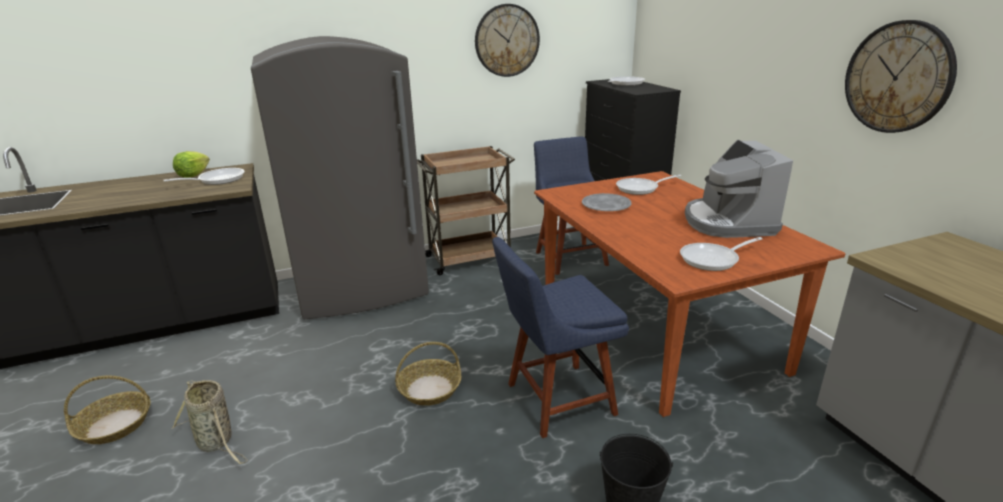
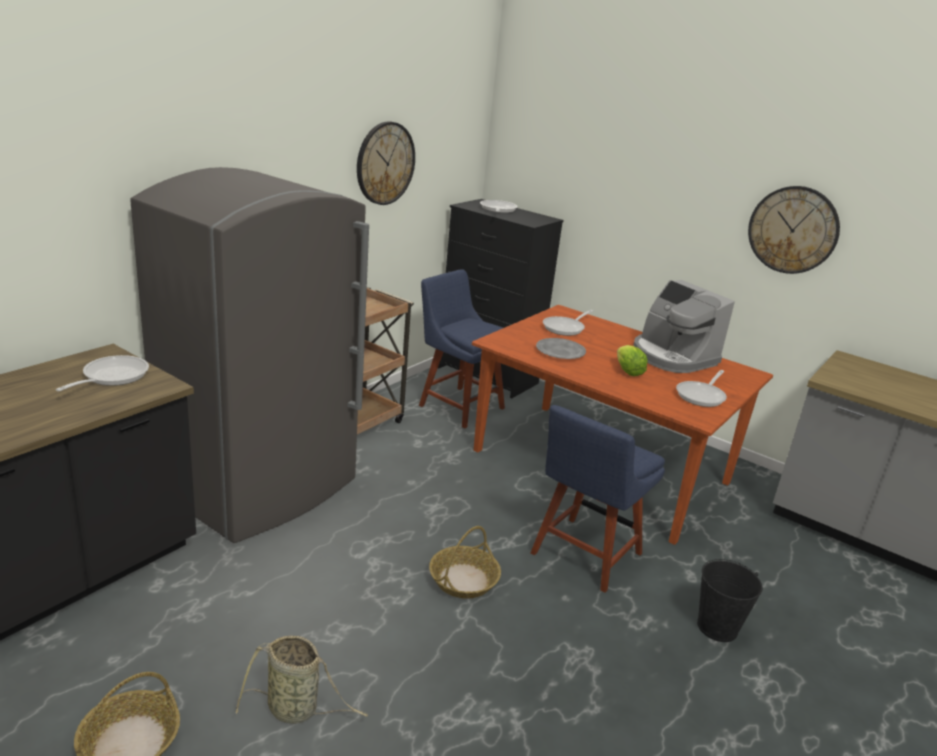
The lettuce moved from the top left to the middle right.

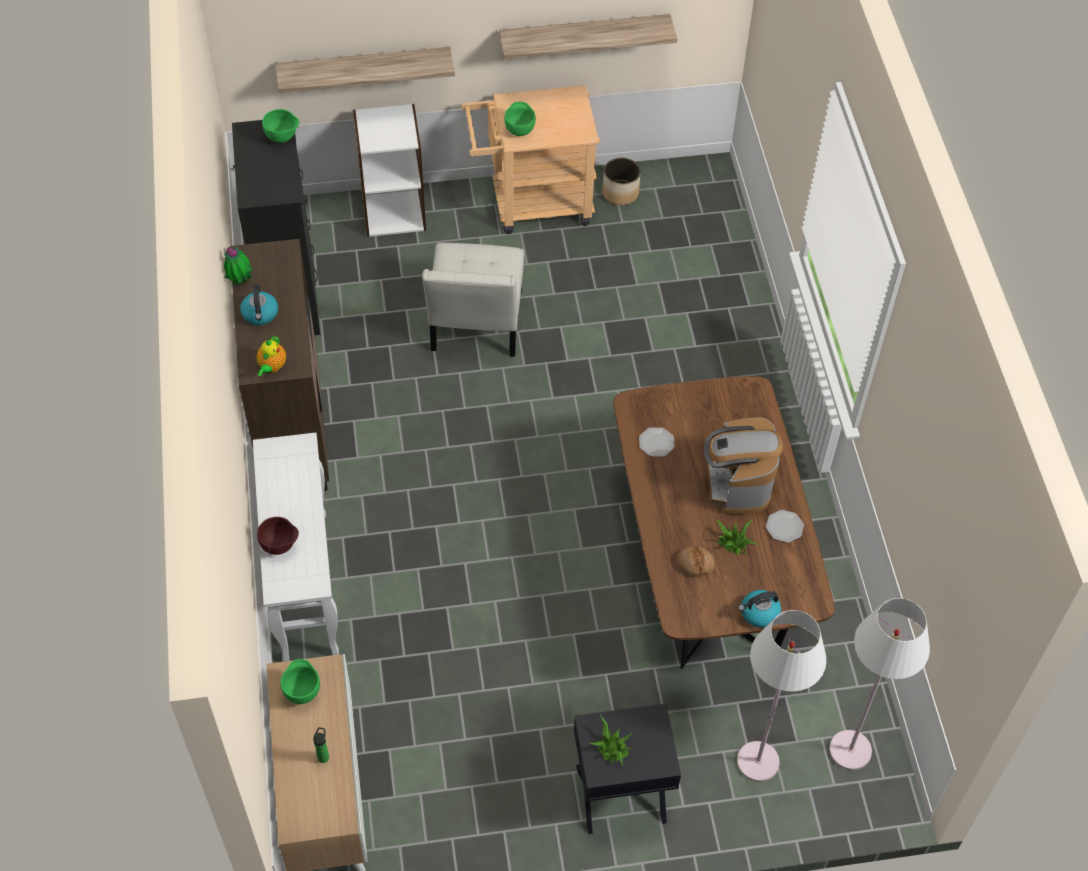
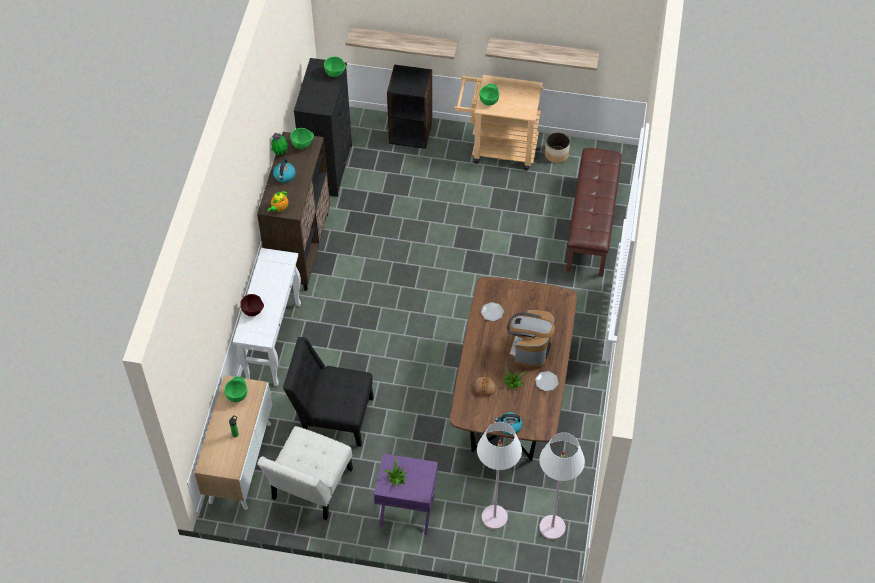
The white bookcase at the top centre became the black bookcase at the top centre. The white chair moved from the centre to the bottom centre. The black nightstand at the bottom centre became the purple nightstand at the bottom centre. The green bowl (2nd from left) at the top centre appeared. The brown bench at the middle right appeared. The black chair at the bottom centre appeared.

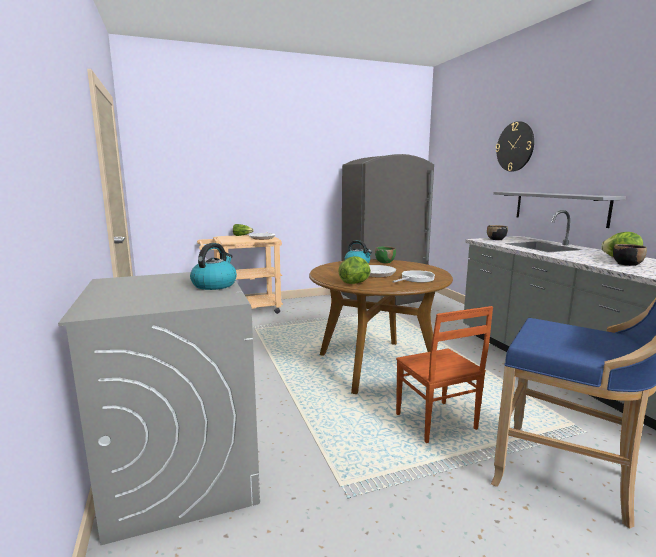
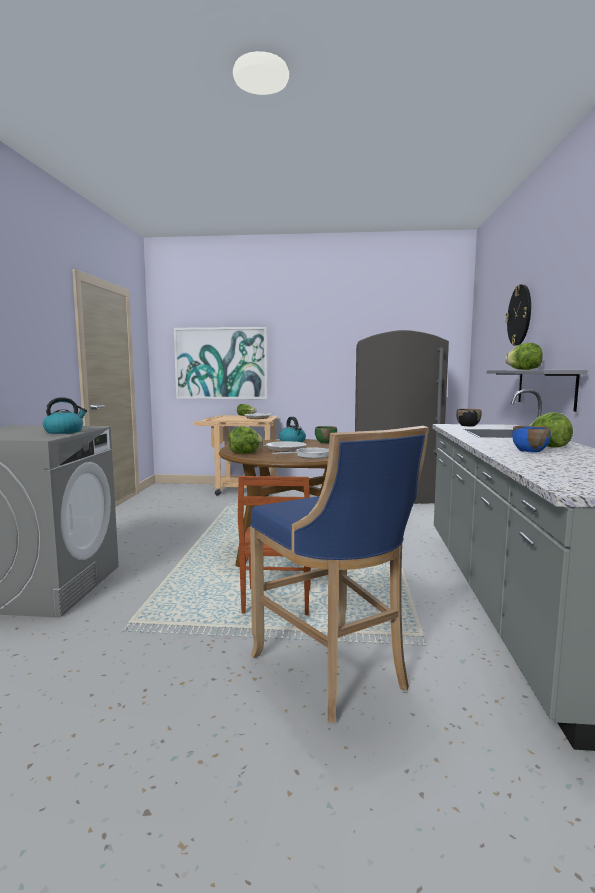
The black bowl (2nd from left) at the middle right became the blue bowl at the middle right. The picture at the centre appeared. The lettuce (3rd from left) at the middle right appeared.

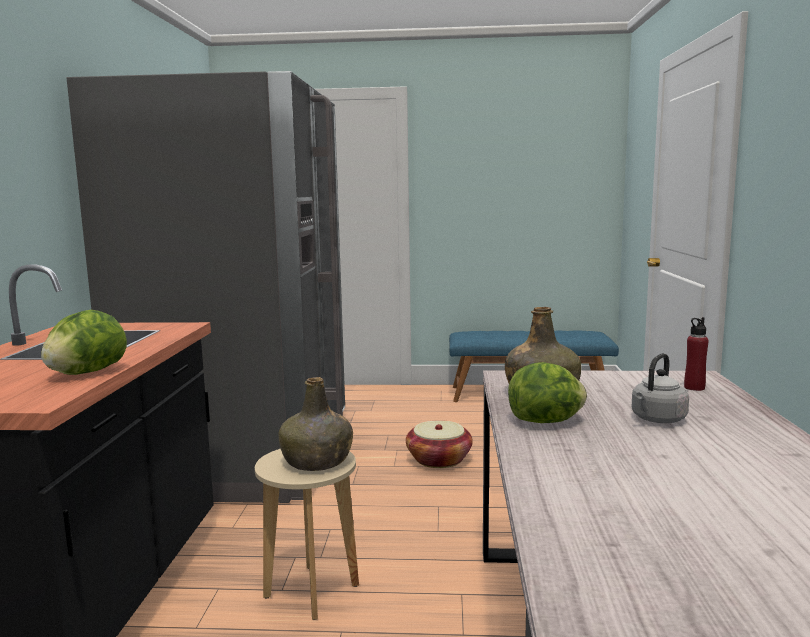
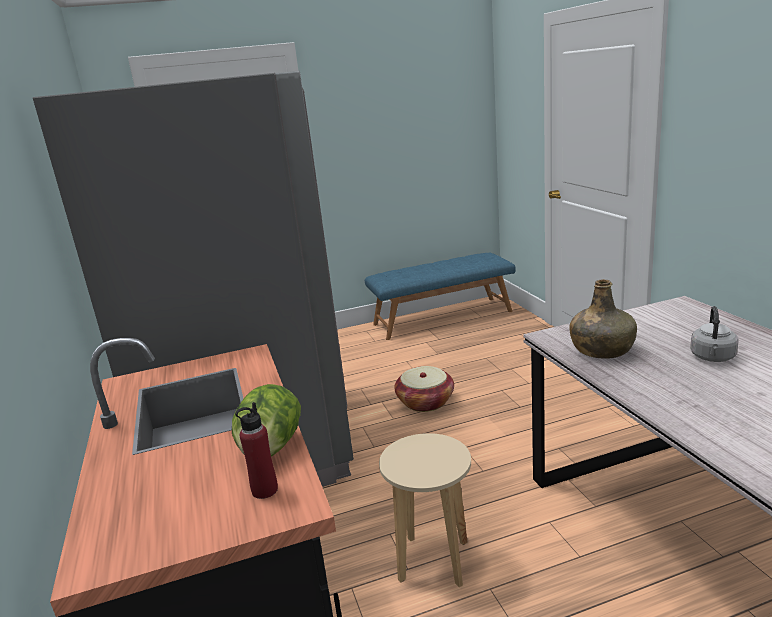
The red bottle moved from the middle right to the bottom left. The lettuce (2nd from left) at the middle right disappeared. The green bottle (1st from left) at the centre disappeared.

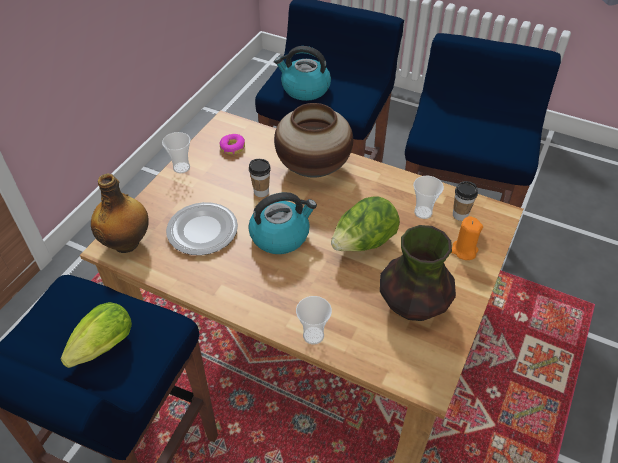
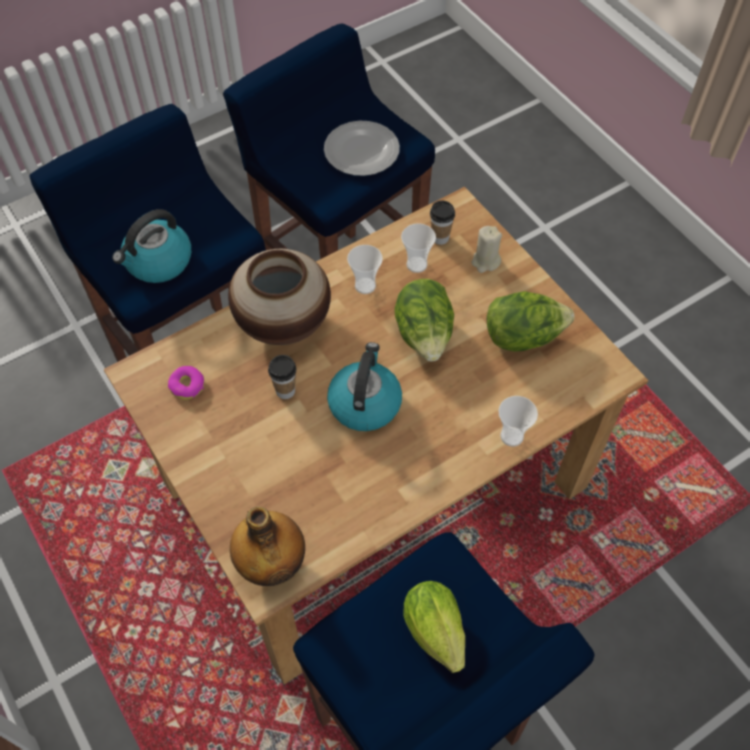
The cup (1st from left in the first image) moved from the top left to the centre. The plate moved from the middle left to the top centre. The orange candle at the middle right became the beige candle at the top centre. The vase (2nd from left) at the middle right was replaced by the lettuce (3rd from left) at the middle right.

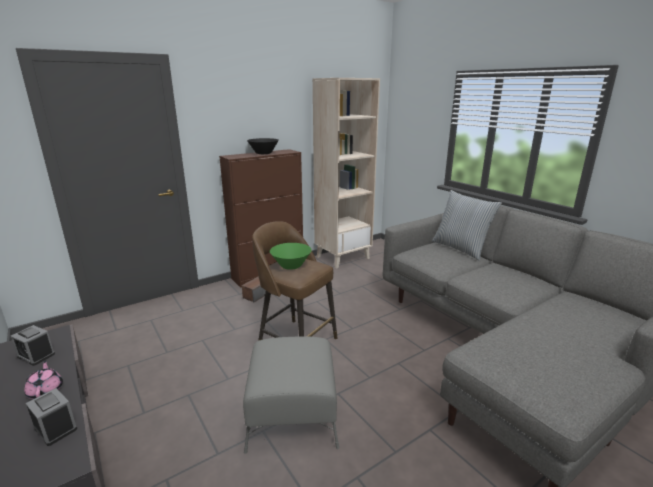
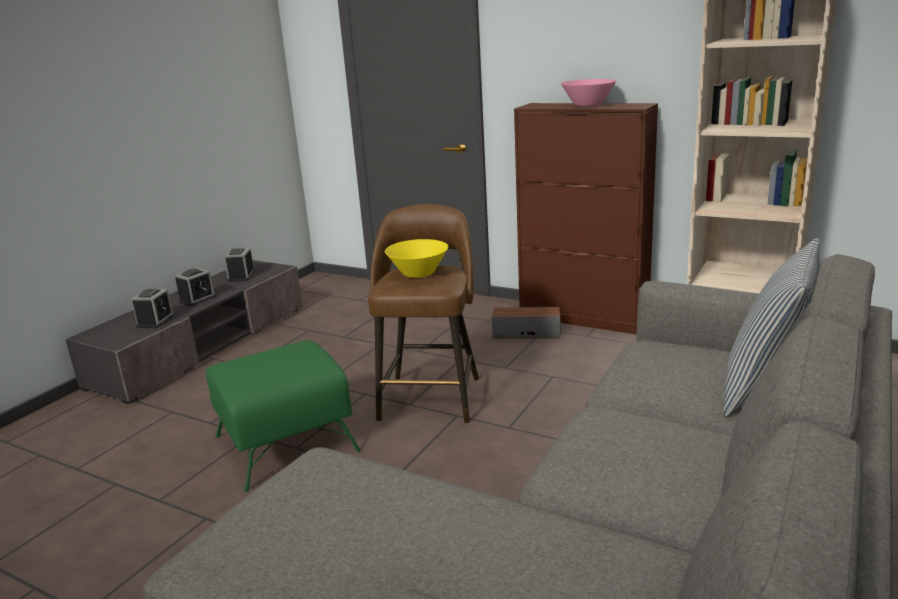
The black bowl at the top centre became the pink bowl at the top centre. The green bowl at the centre became the yellow bowl at the centre. The grey ottoman at the bottom centre became the green ottoman at the bottom left. The pink teapot at the bottom left was replaced by the alarm clock (2nd from left) at the middle left.

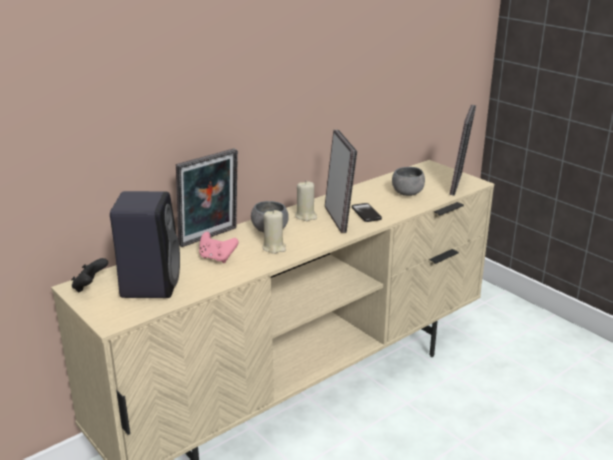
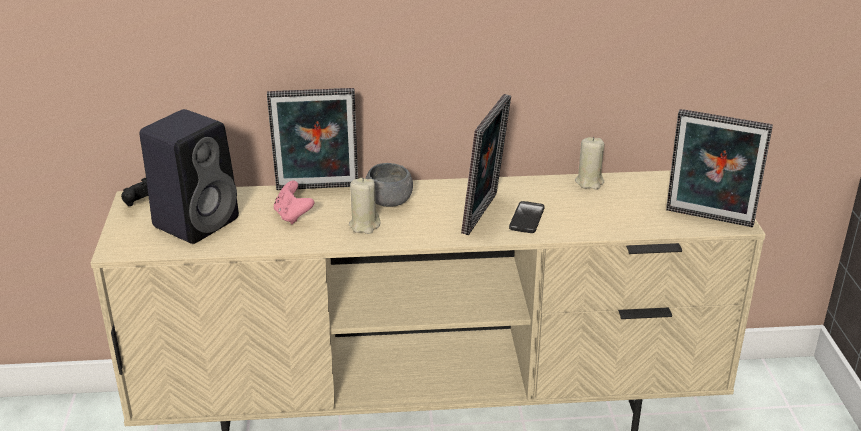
The picture frame (3rd from left) at the top right turned 60 degrees clockwise. The grey bowl (2nd from left) at the centre disappeared. The beige candle (2nd from left) moved from the centre to the middle right.

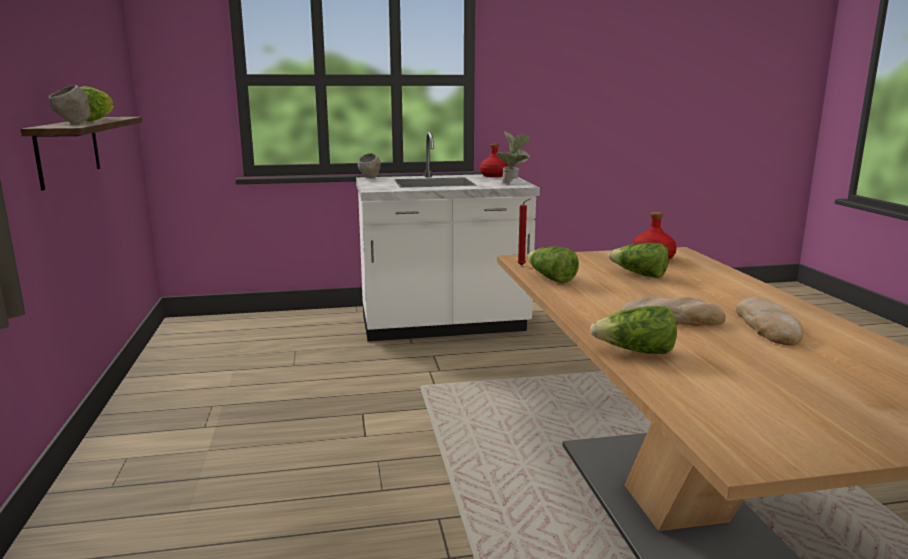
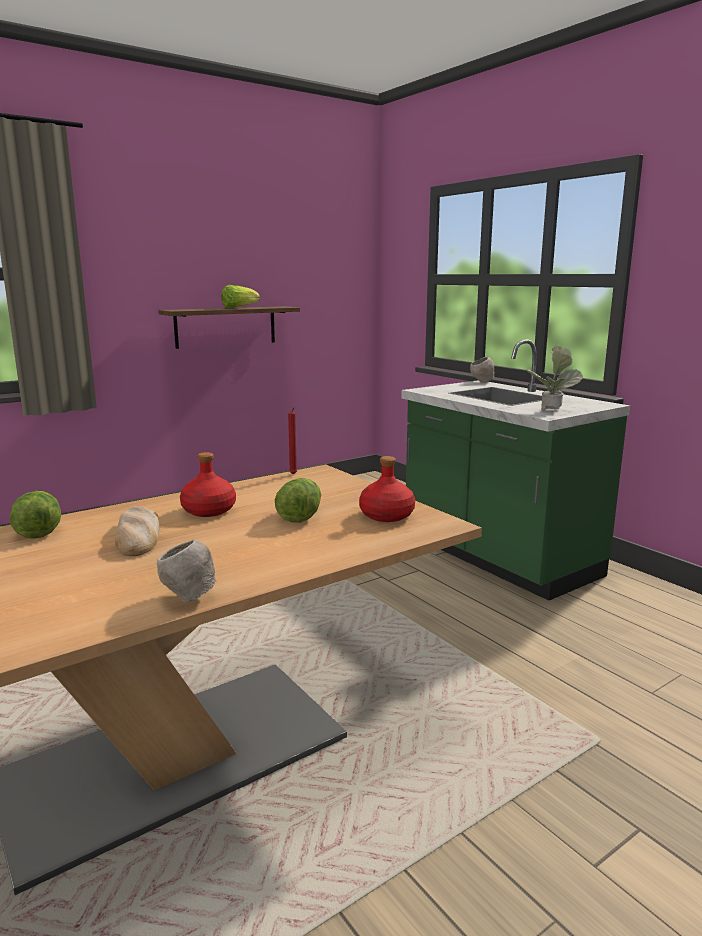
The grey bowl (1st from left) moved from the top left to the middle left. The white counter at the centre became the green counter at the middle right. The red bottle (1st from left) moved from the top centre to the middle left. The lettuce (2nd from left) at the centre disappeared. The bread (2nd from left) at the middle right disappeared.

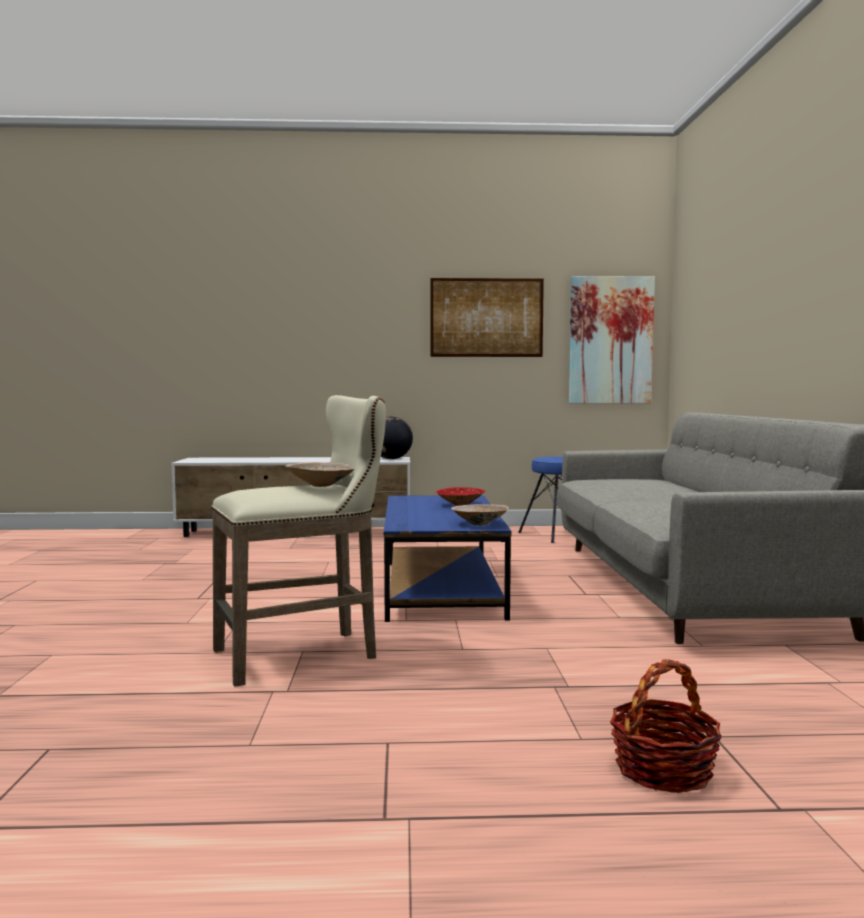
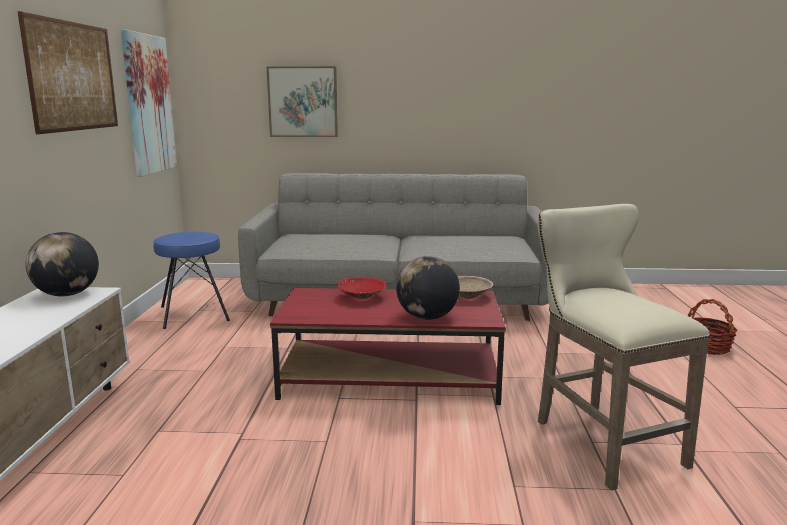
The beige bowl (1st from left) at the centre disappeared. The blue coffee table at the centre became the red coffee table at the centre. The picture (3rd from left) at the top centre appeared. The globe (2nd from left) at the centre appeared.

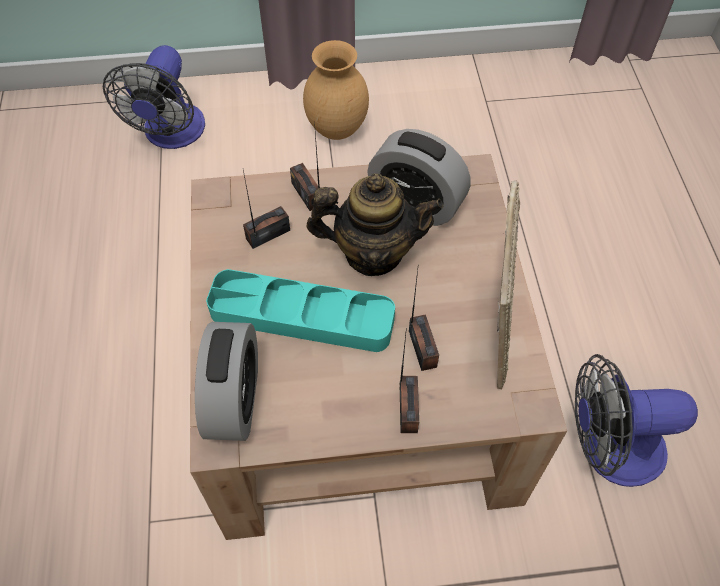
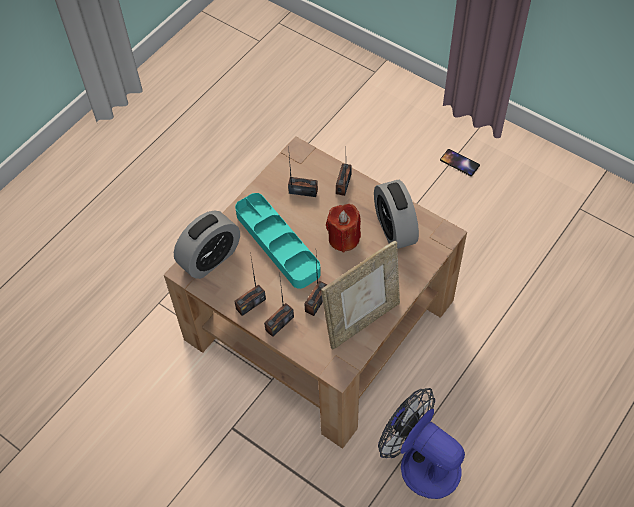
The brown vase at the top centre was replaced by the phone at the top right. The fan (1st from left) at the top left disappeared. The teapot at the centre was replaced by the red candle at the centre. The radio (1st from left) at the centre appeared.

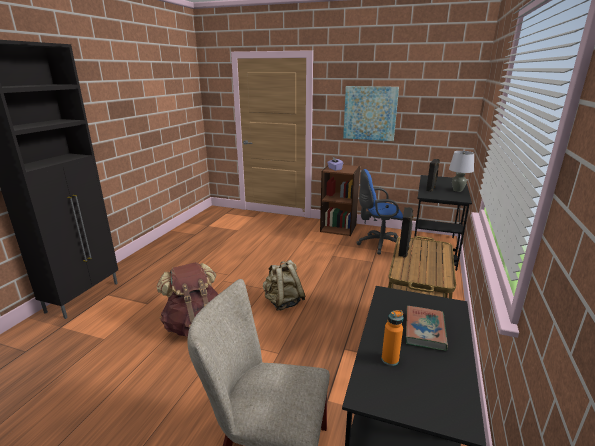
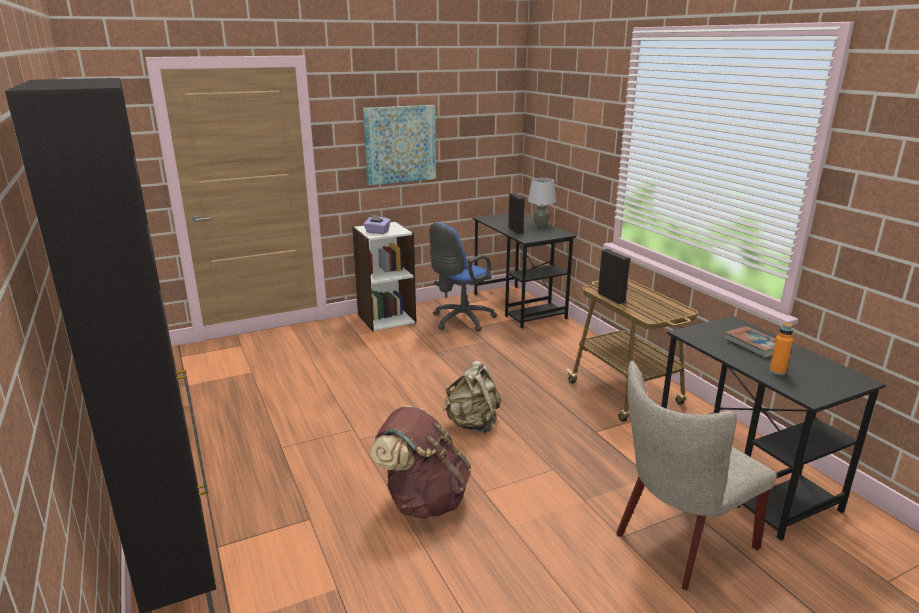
The brown bookcase at the centre became the white bookcase at the centre.

